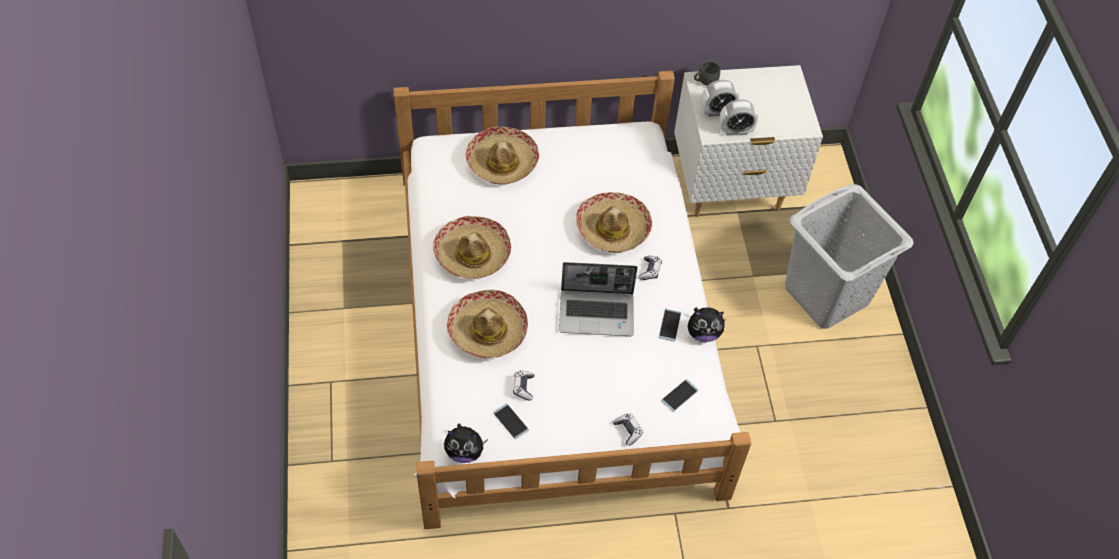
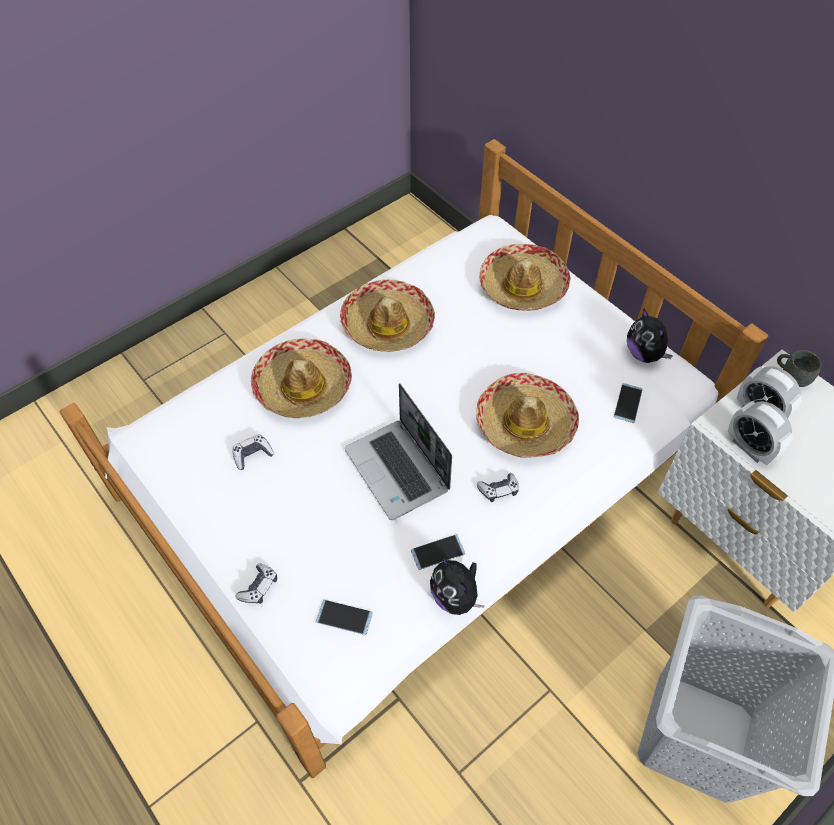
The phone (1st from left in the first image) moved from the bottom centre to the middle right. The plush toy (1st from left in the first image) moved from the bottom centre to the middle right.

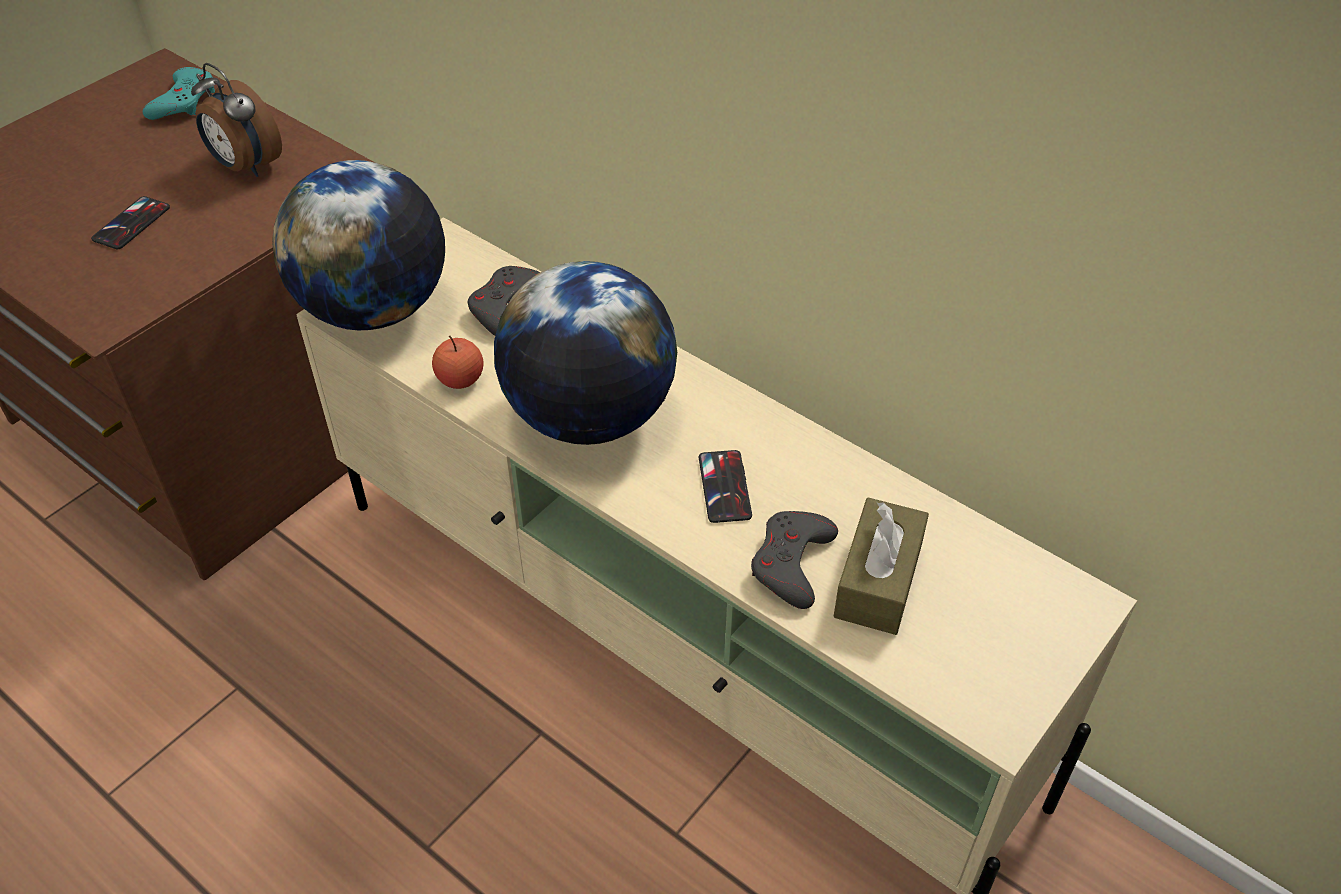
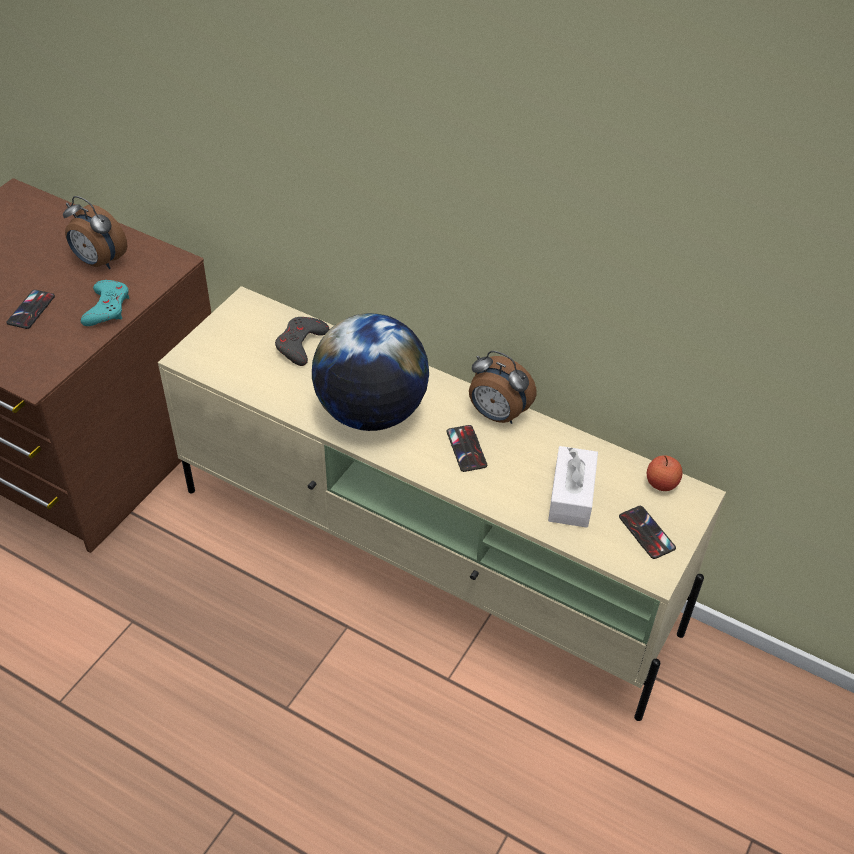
The turquoise game controller moved from the top left to the middle left. The globe (1st from left) at the top left disappeared. The apple moved from the centre to the middle right. The brown tissue box at the centre became the white tissue box at the middle right. The grey game controller (2nd from left) at the centre disappeared. The alarm clock (2nd from left) at the centre appeared. The phone (3rd from left) at the middle right appeared.

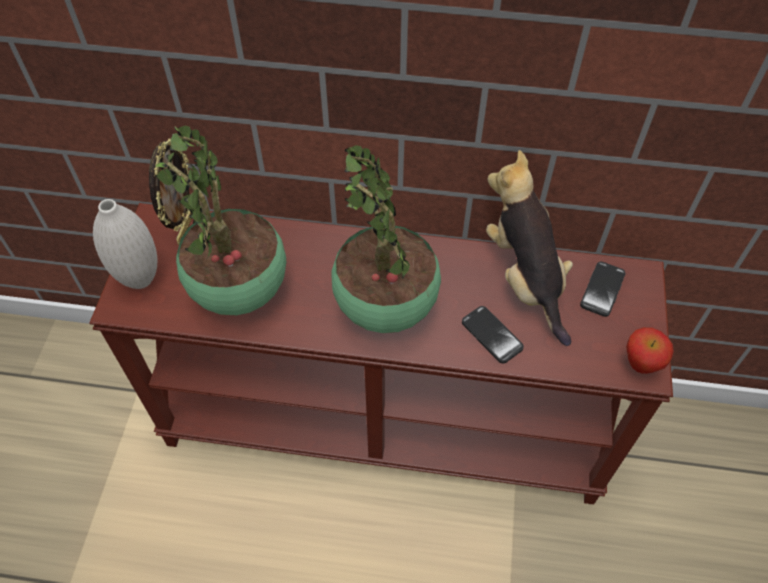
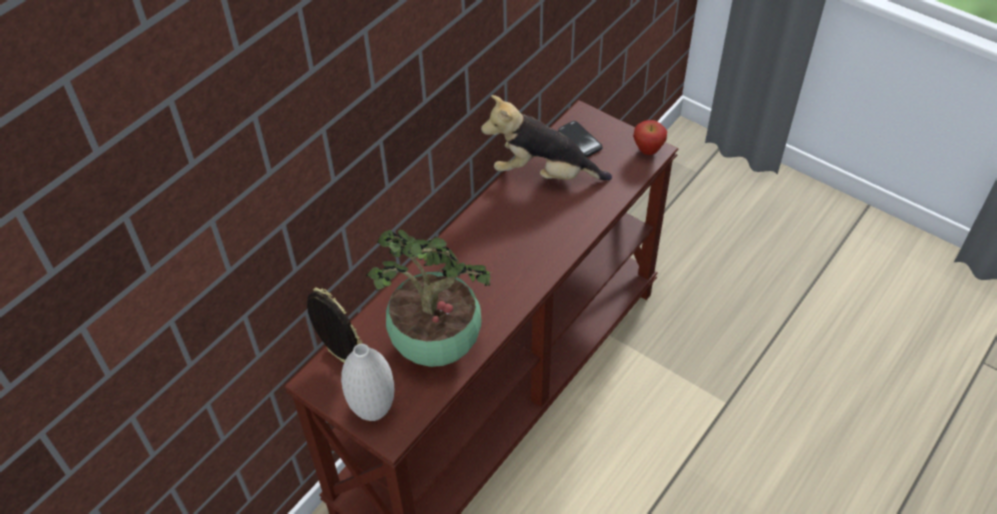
The potted plant (2nd from left) at the centre disappeared. The phone (1st from left) at the centre disappeared.

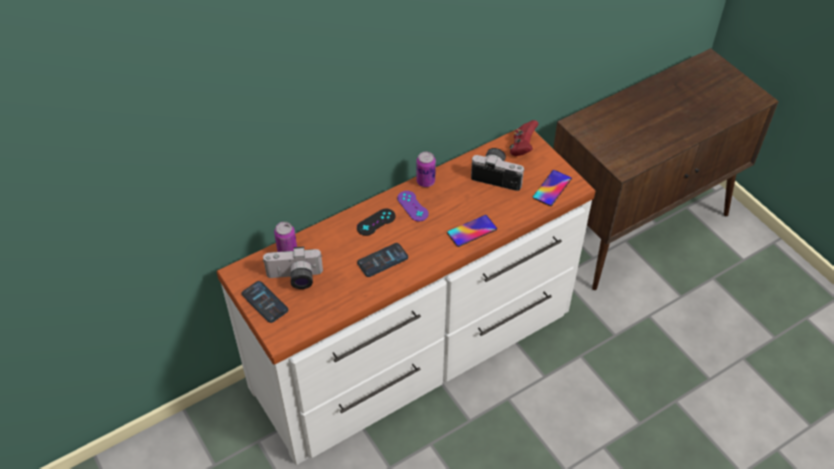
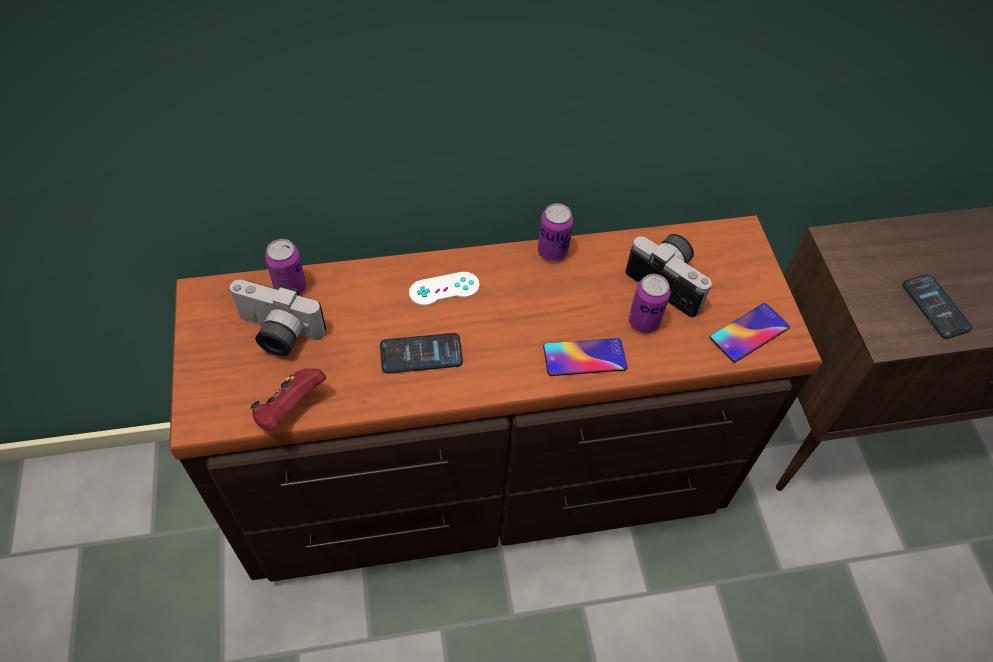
The red game controller moved from the top centre to the middle left. The white dresser at the centre became the brown dresser at the centre. The purple game controller at the centre disappeared. The black game controller at the centre became the white game controller at the centre. The phone (1st from left in the first image) moved from the middle left to the middle right. The can (3rd from left) at the centre appeared.

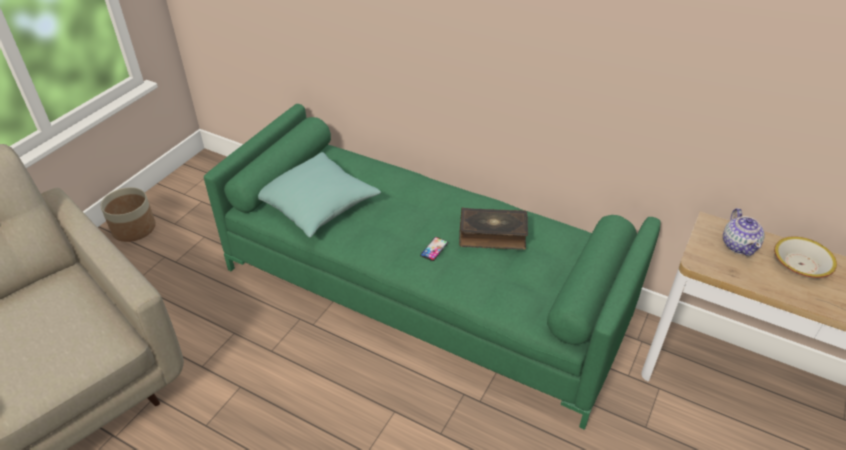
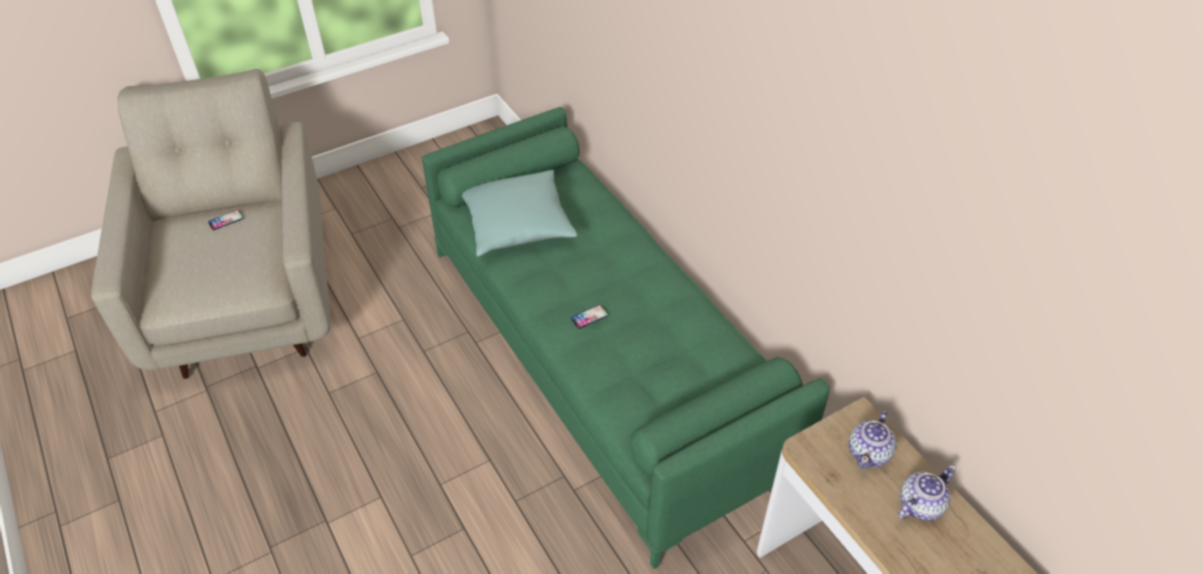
The planter at the middle left disappeared. The book at the centre disappeared. The bowl at the middle right was replaced by the teapot (2nd from left) at the bottom right. The phone (1st from left) at the middle left appeared.

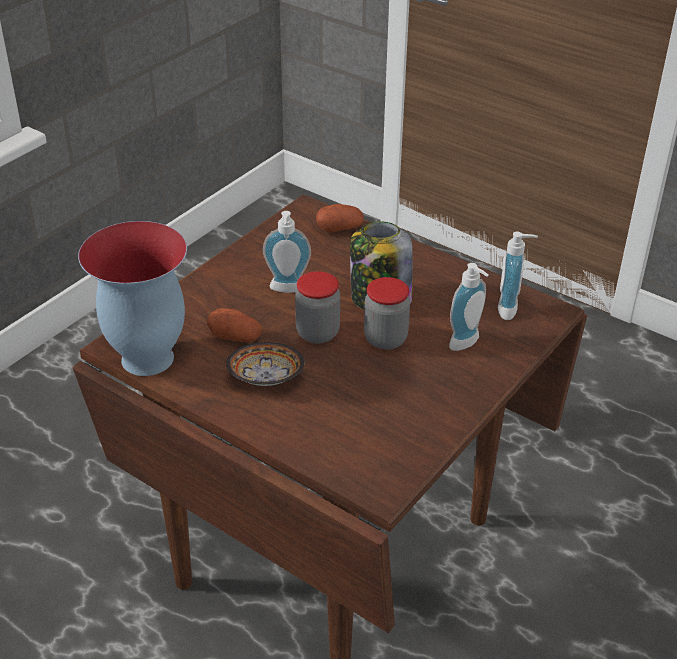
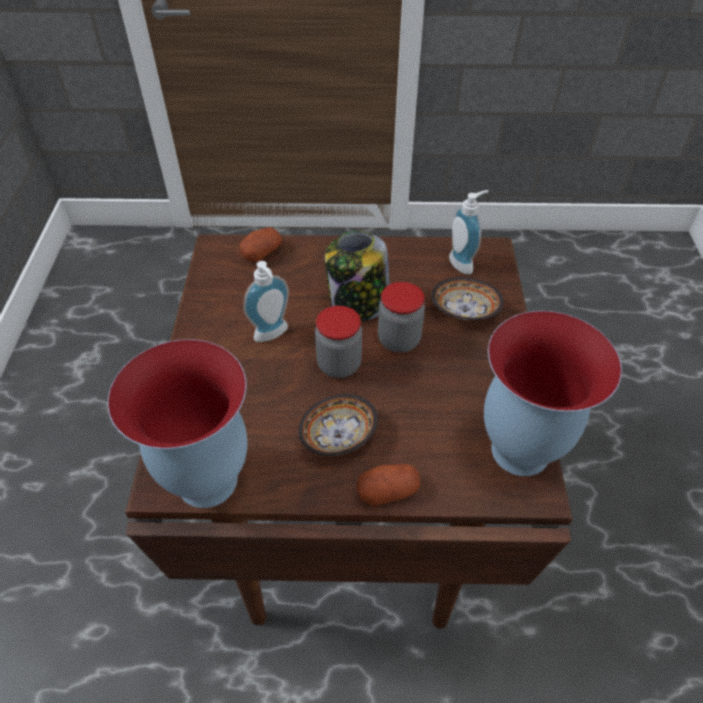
The soap dispenser (2nd from left) at the middle right was replaced by the bowl (2nd from left) at the centre. The potato (1st from left in the first image) moved from the centre to the bottom centre. The vase (2nd from left) at the middle right appeared.

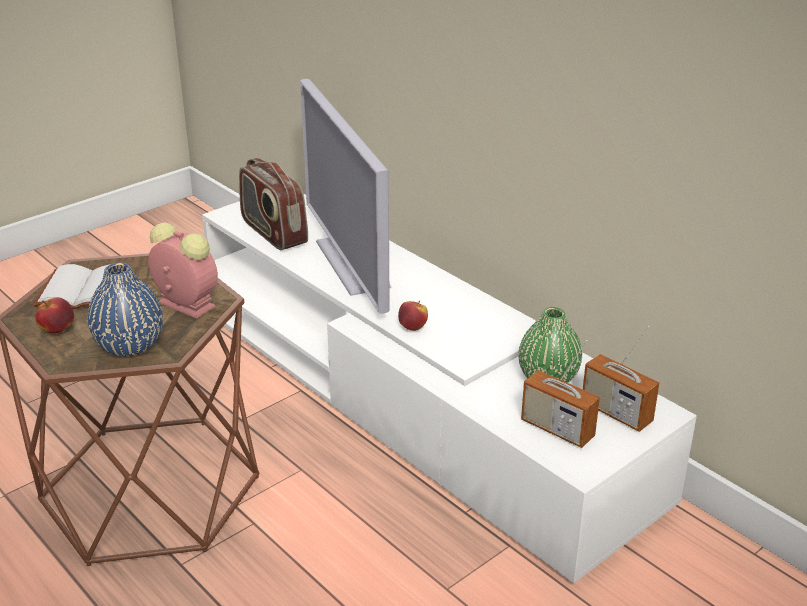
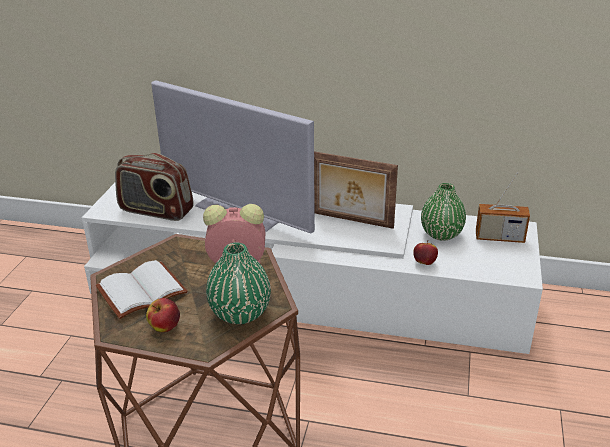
The blue vase at the middle left became the green vase (1st from left) at the centre. The apple (2nd from left) moved from the centre to the middle right. The radio (2nd from left) at the middle right disappeared. The picture frame at the centre appeared.

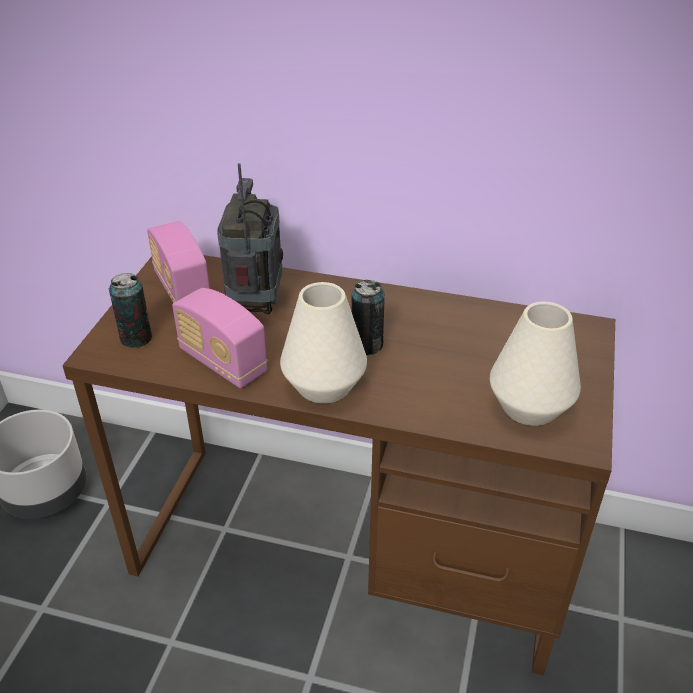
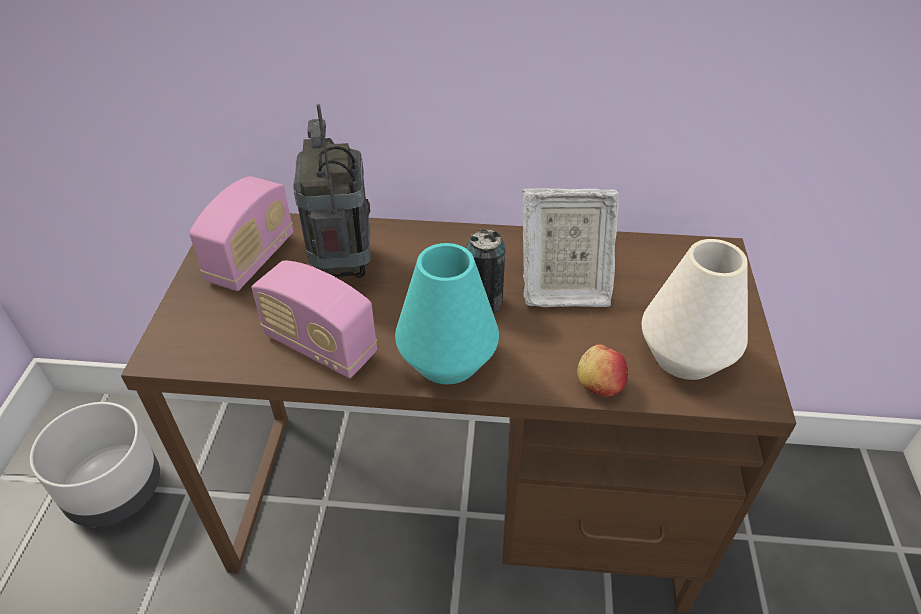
The radio (1st from left) at the middle left turned 120 degrees counterclockwise. The can (1st from left) at the middle left disappeared. The white vase (1st from left) at the centre became the turquoise vase at the centre. The picture frame at the centre appeared. The apple at the centre appeared.

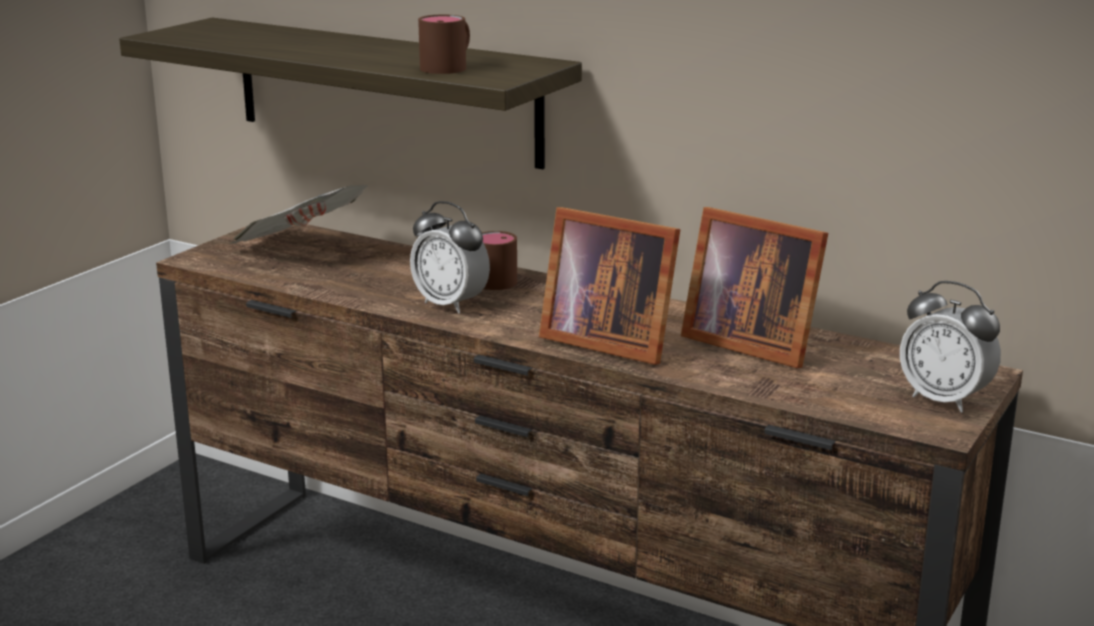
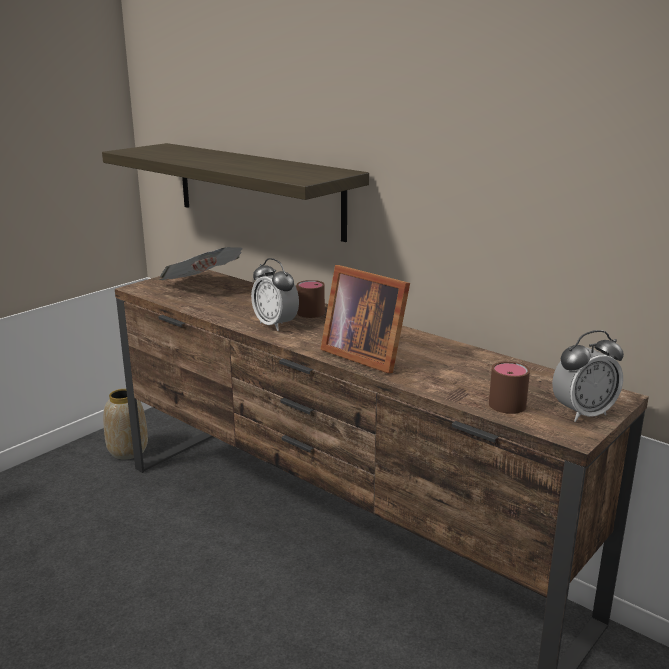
The brown mug (1st from left in the first image) moved from the top centre to the middle right. The picture frame (2nd from left) at the middle right disappeared. The alarm clock (2nd from left) at the middle right turned 75 degrees counterclockwise. The vase at the middle left appeared.

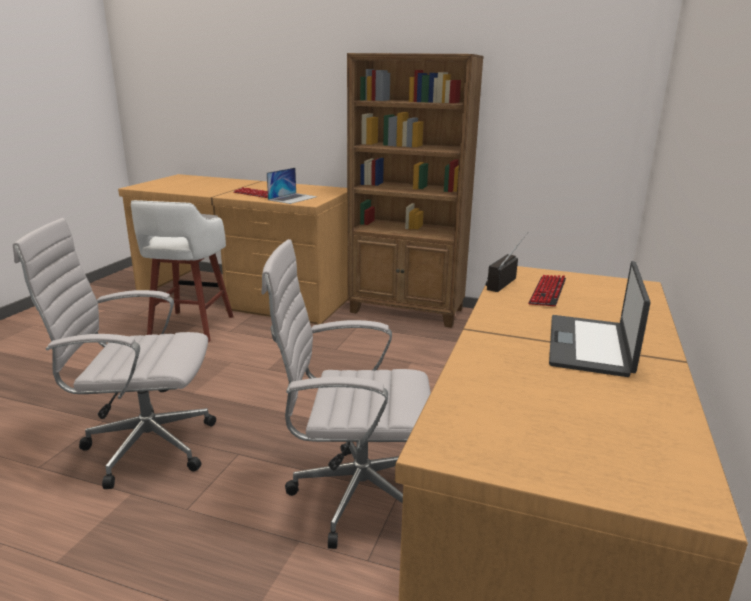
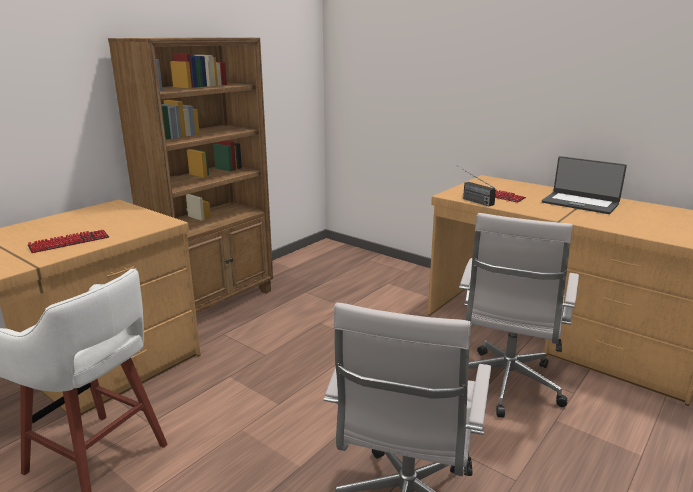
The laptop (1st from left) at the top centre disappeared.

